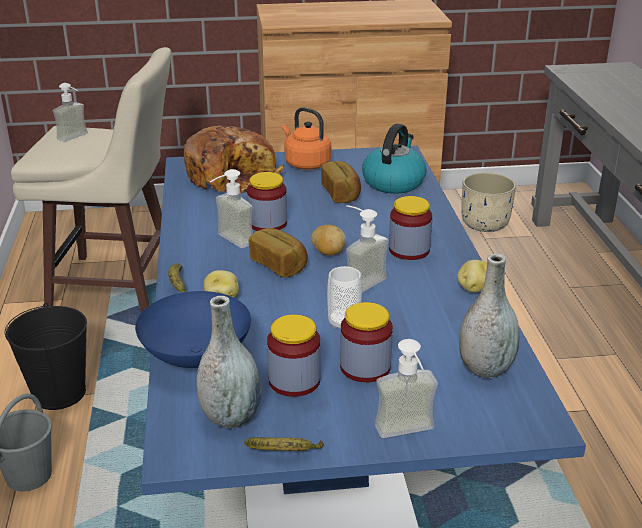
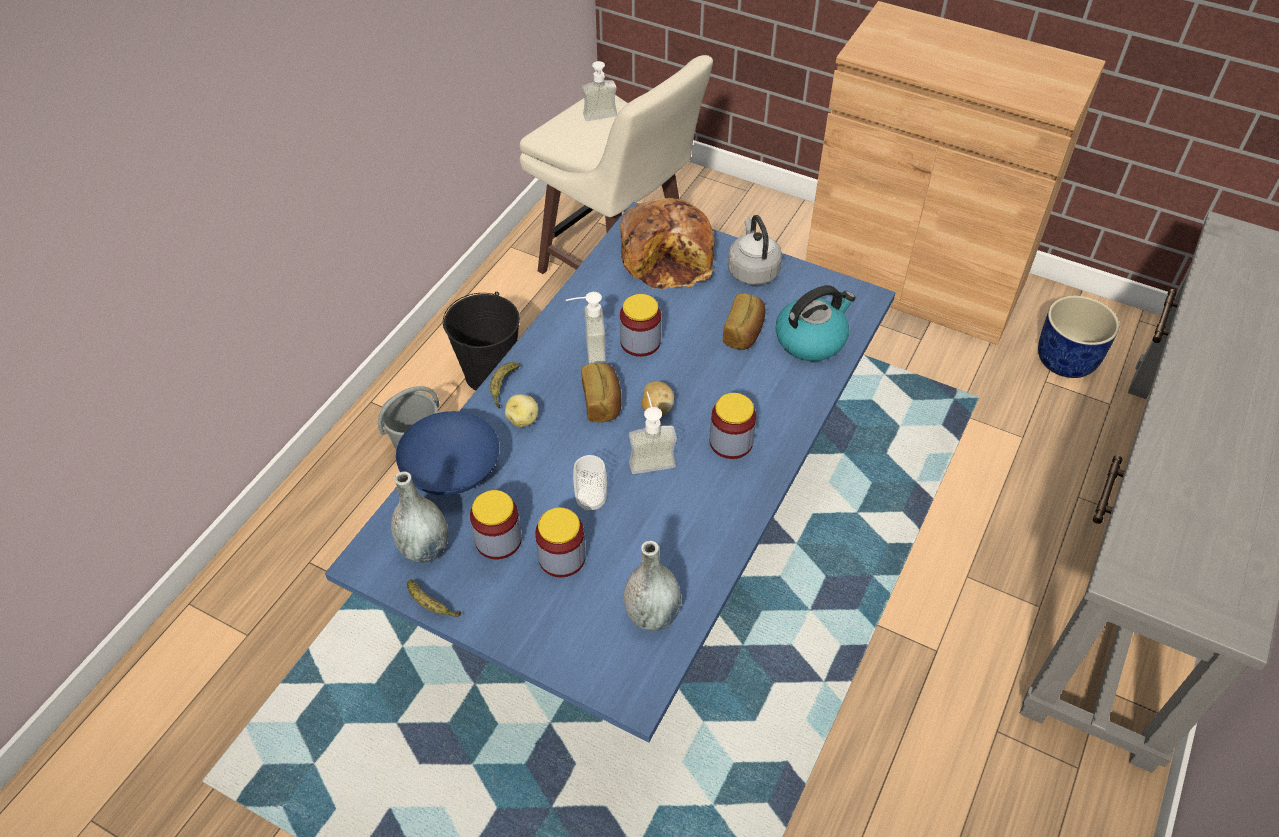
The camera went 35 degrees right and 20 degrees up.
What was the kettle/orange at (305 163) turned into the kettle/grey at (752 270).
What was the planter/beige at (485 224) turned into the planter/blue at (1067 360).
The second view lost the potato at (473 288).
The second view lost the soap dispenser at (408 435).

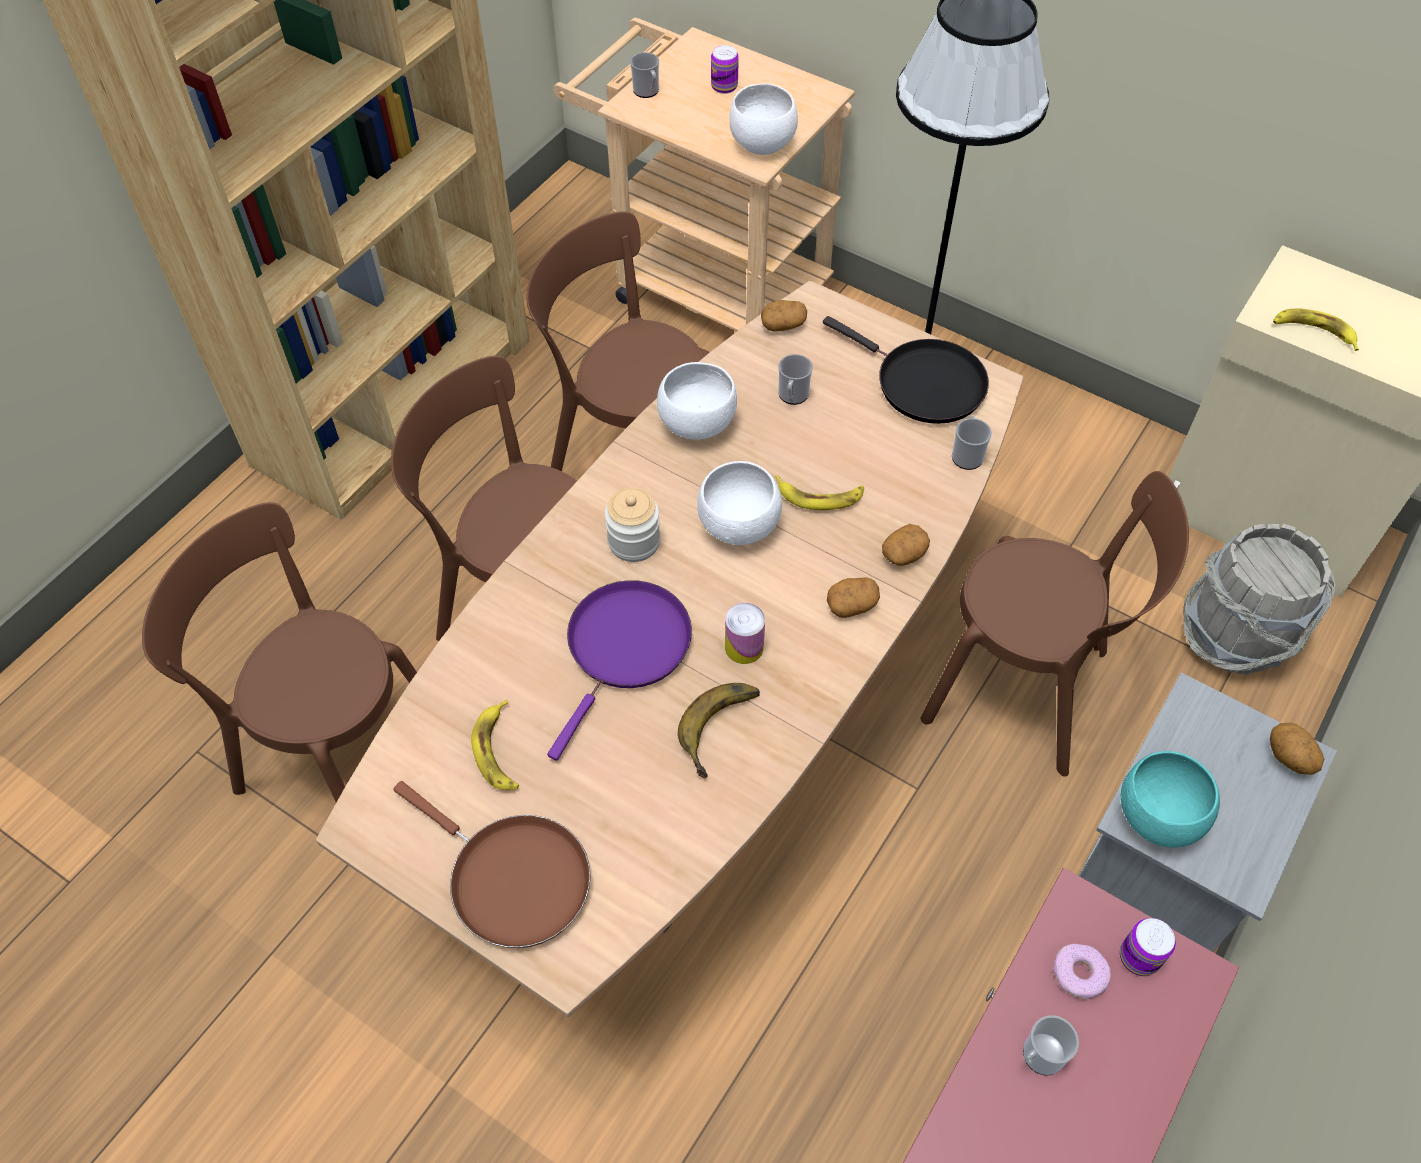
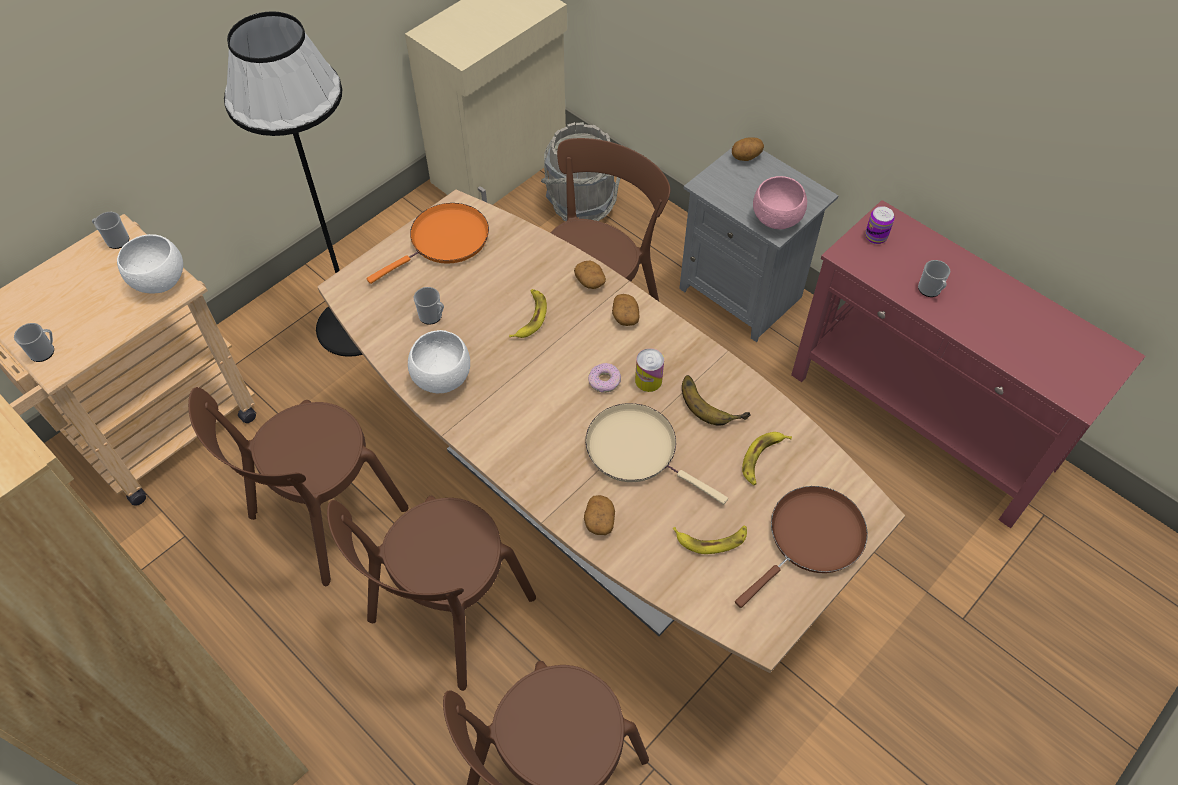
The camera went 80 degrees left and 0 degrees up.
The second view lost the can at (724 86).
The potato ended up elsewhere, having gone from (783 324) to (599 520).
The banana ended up elsewhere, having gone from (1313 332) to (763 459).
What was the frying pan/black at (923 383) turned into the frying pan/orange at (445 241).
The mug ended up elsewhere, having gone from (967 454) to (115 240).
The second view lost the bowl/white at (740 527).
The second view lost the jar at (634 541).
What was the frying pan/purple at (626 648) turned into the frying pan/beige at (637 450).
What was the bowl/turquoise at (1157 819) turned into the bowl/pink at (777 220).
The donut ended up elsewhere, having gone from (1079 974) to (604 381).

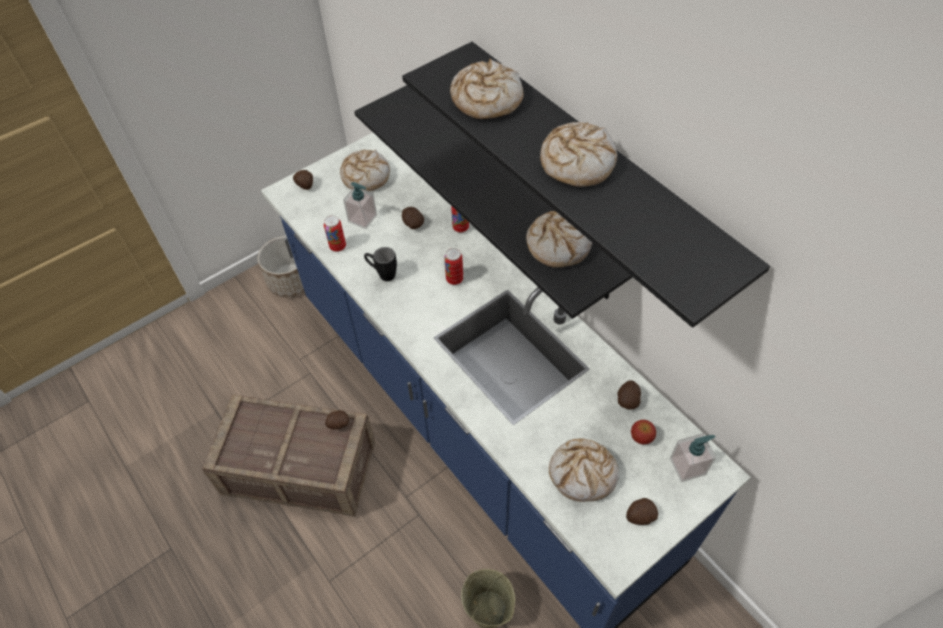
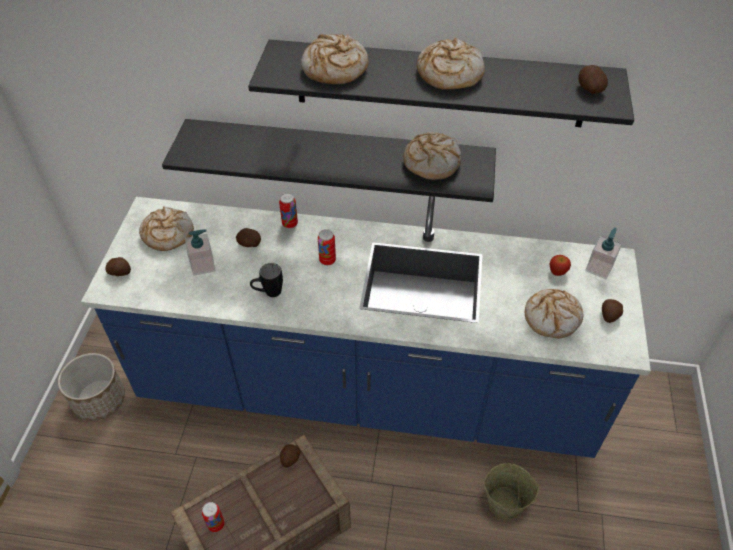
The camera went 45 degrees left and 5 degrees down.
The can ended up elsewhere, having gone from (338 246) to (216 524).
The potato ended up elsewhere, having gone from (627 399) to (589 89).

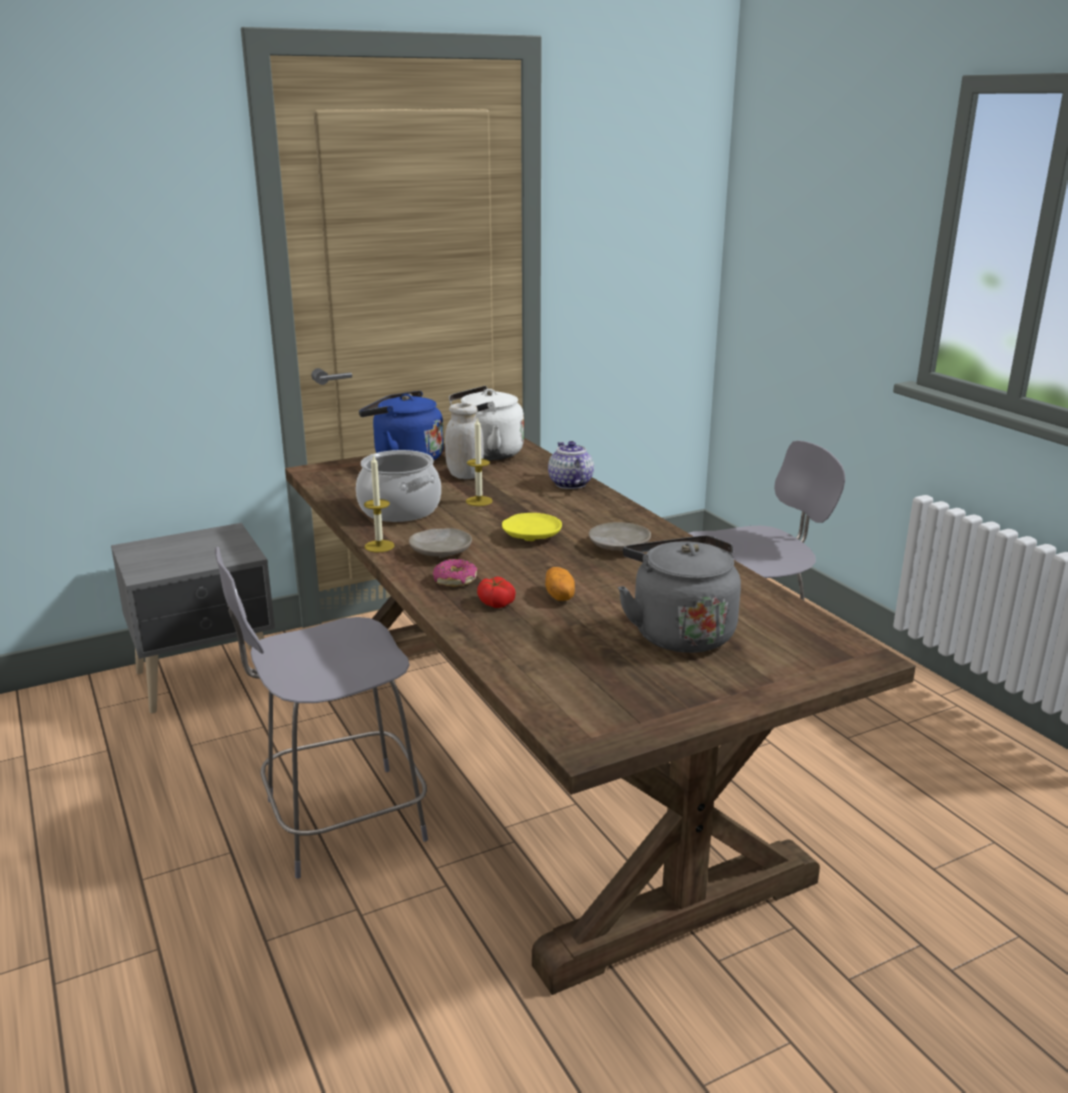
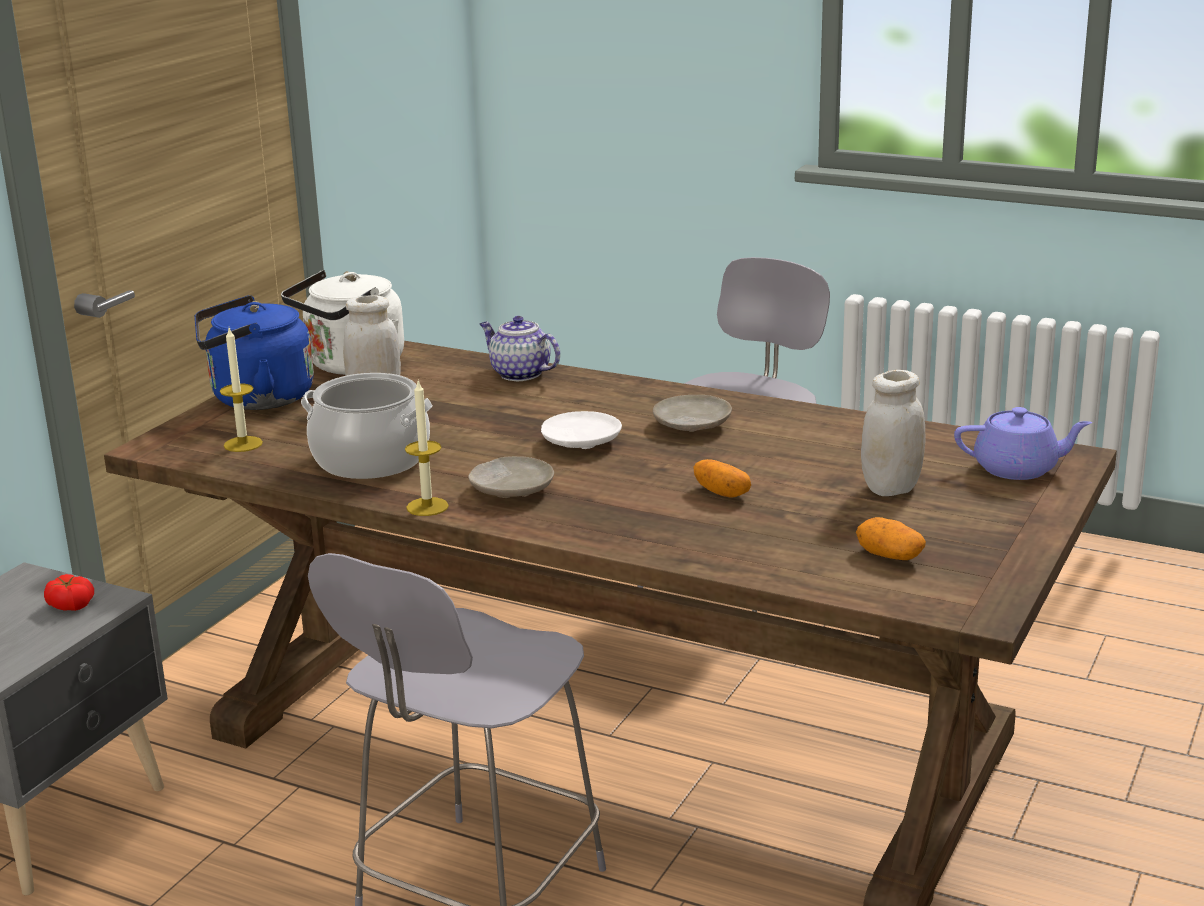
The camera went 35 degrees left and 0 degrees up.
The candle ended up elsewhere, having gone from (479 501) to (243 444).
What was the plate/yellow at (531 535) turned into the plate/white at (580 442).
Where the kettle/grey stood at (679 632), the jar/white came to stand at (891 488).
The second view lost the donut at (455 580).
The tomato ended up elsewhere, having gone from (495 602) to (70 605).
The second view gained the teapot/purple at (1018 469).
The second view gained the potato at (889 556).

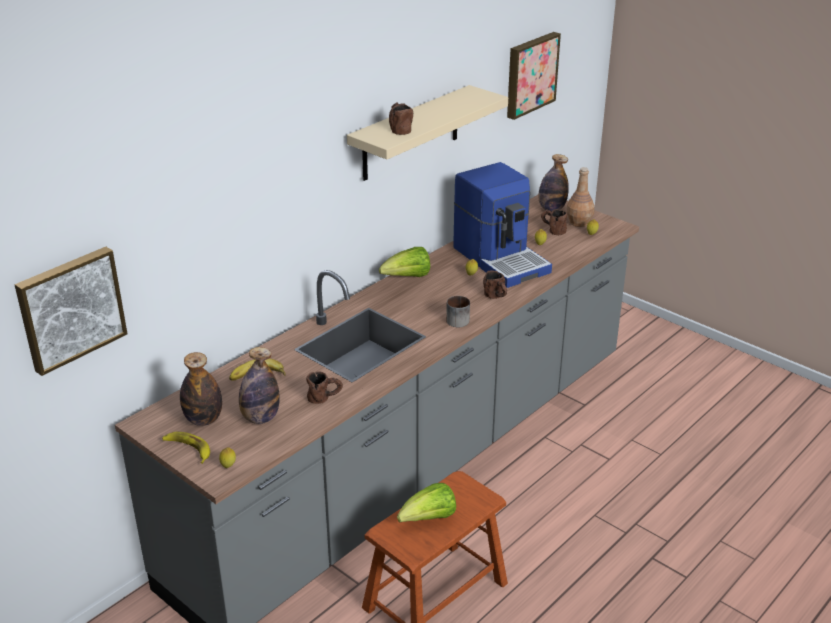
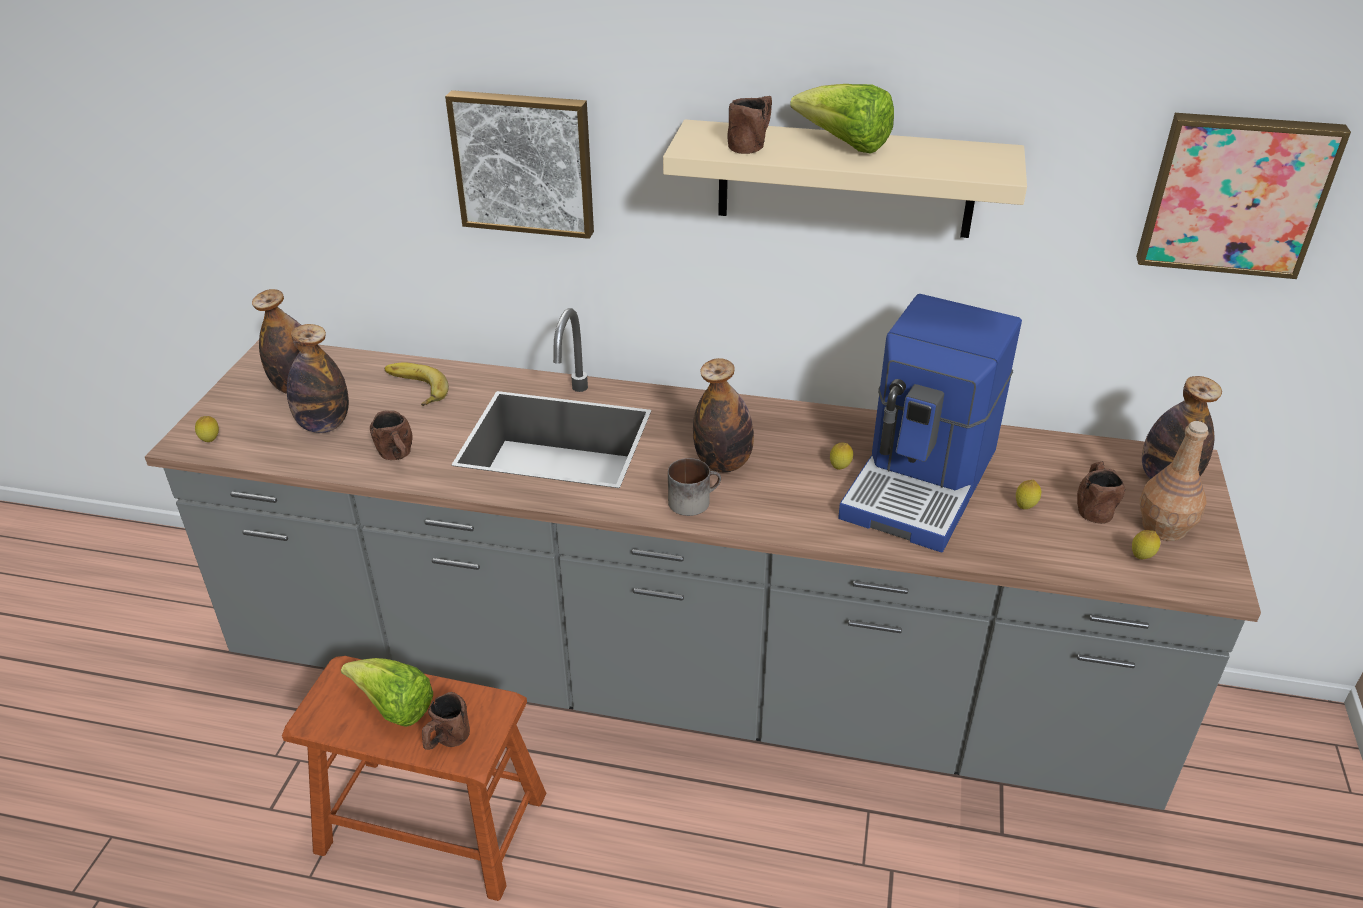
The camera went 60 degrees right and 5 degrees up.
The picture ended up elsewhere, having gone from (70 308) to (524 162).
The lettuce ended up elsewhere, having gone from (407 277) to (844 145).
The mug/brown ended up elsewhere, having gone from (496 297) to (446 742).
The second view lost the banana at (188 449).
The second view gained the bottle at (723 463).

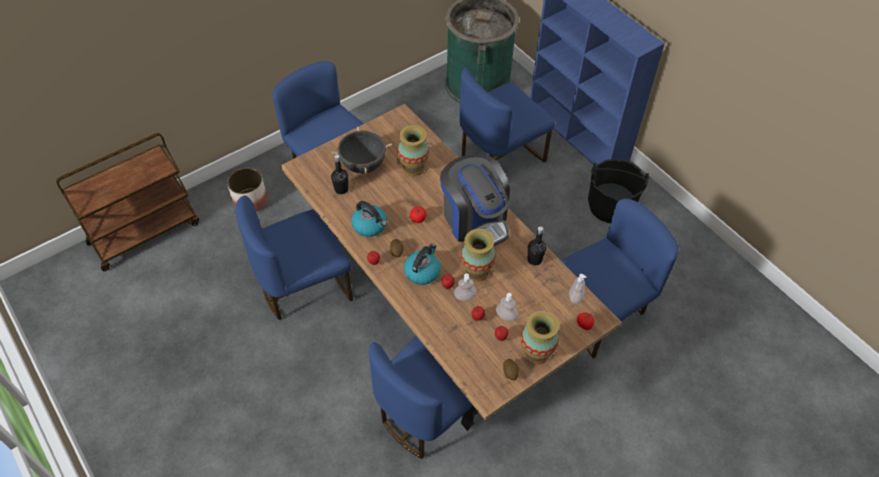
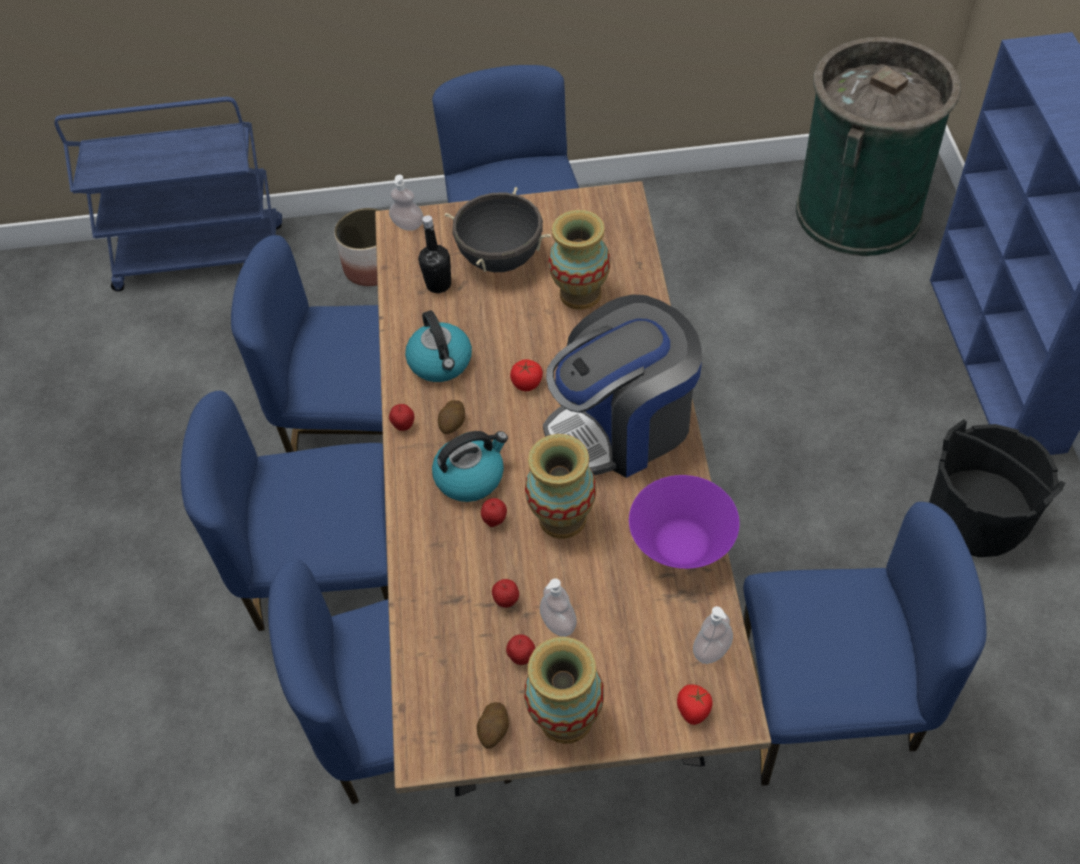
The camera went 35 degrees right and 0 degrees up.
The chair/blue ended up elsewhere, having gone from (500 156) to (329 579).
What was the cart/brown at (145 232) turned into the cart/blue at (202 257).
The coffee machine at (475 220) ended up facing another way, 60 degrees clockwise from before.
Where the bottle/black stood at (534 259), the bowl/purple came to stand at (682 544).
The soap dispenser ended up elsewhere, having gone from (465 296) to (408 225).

